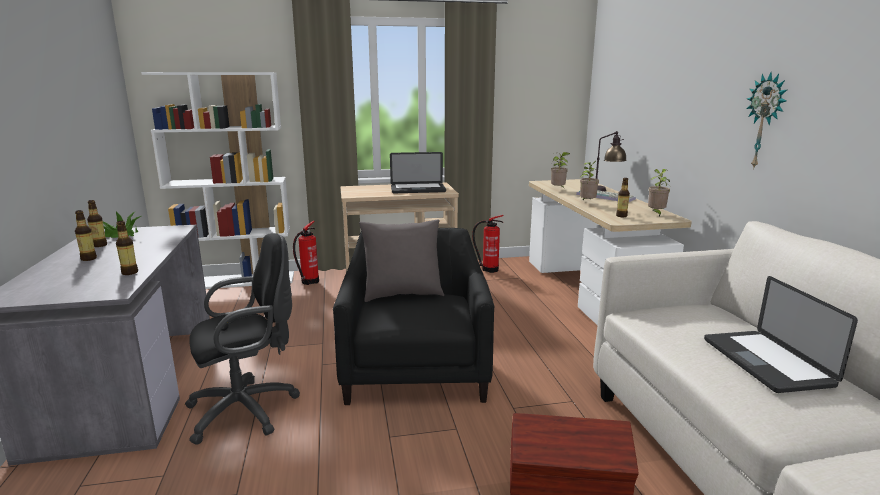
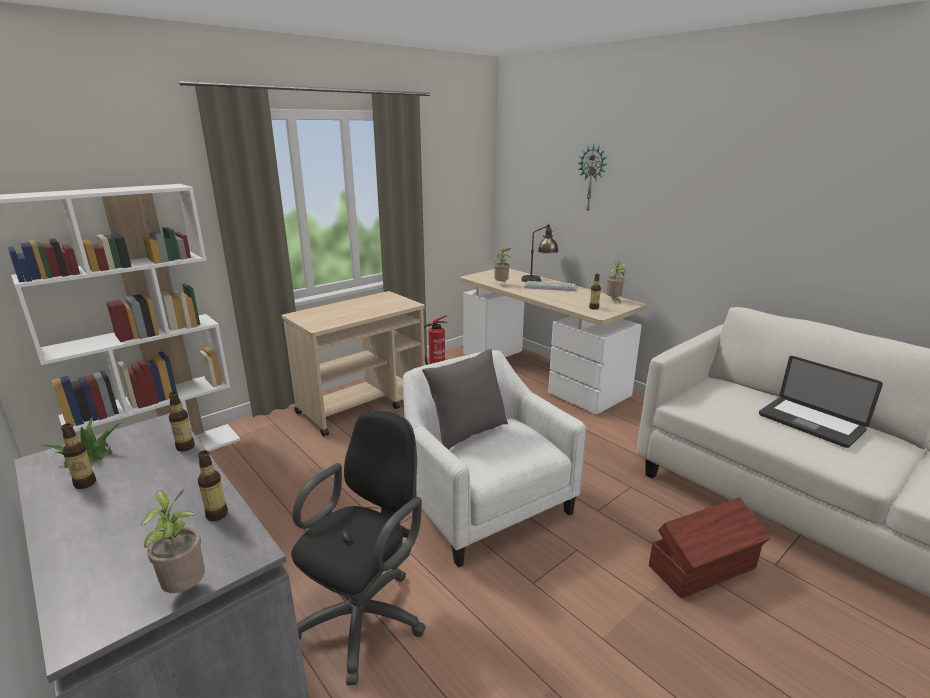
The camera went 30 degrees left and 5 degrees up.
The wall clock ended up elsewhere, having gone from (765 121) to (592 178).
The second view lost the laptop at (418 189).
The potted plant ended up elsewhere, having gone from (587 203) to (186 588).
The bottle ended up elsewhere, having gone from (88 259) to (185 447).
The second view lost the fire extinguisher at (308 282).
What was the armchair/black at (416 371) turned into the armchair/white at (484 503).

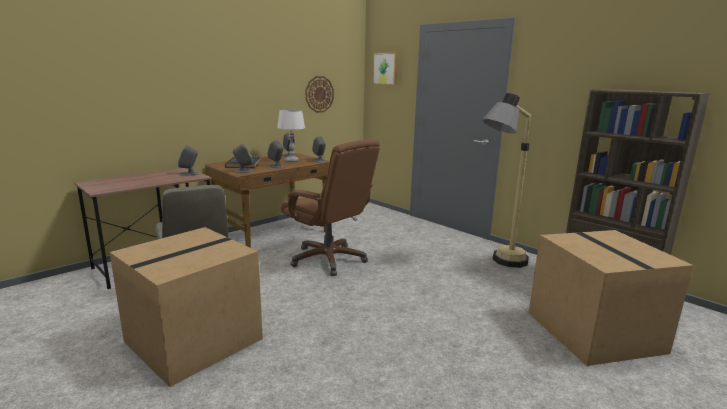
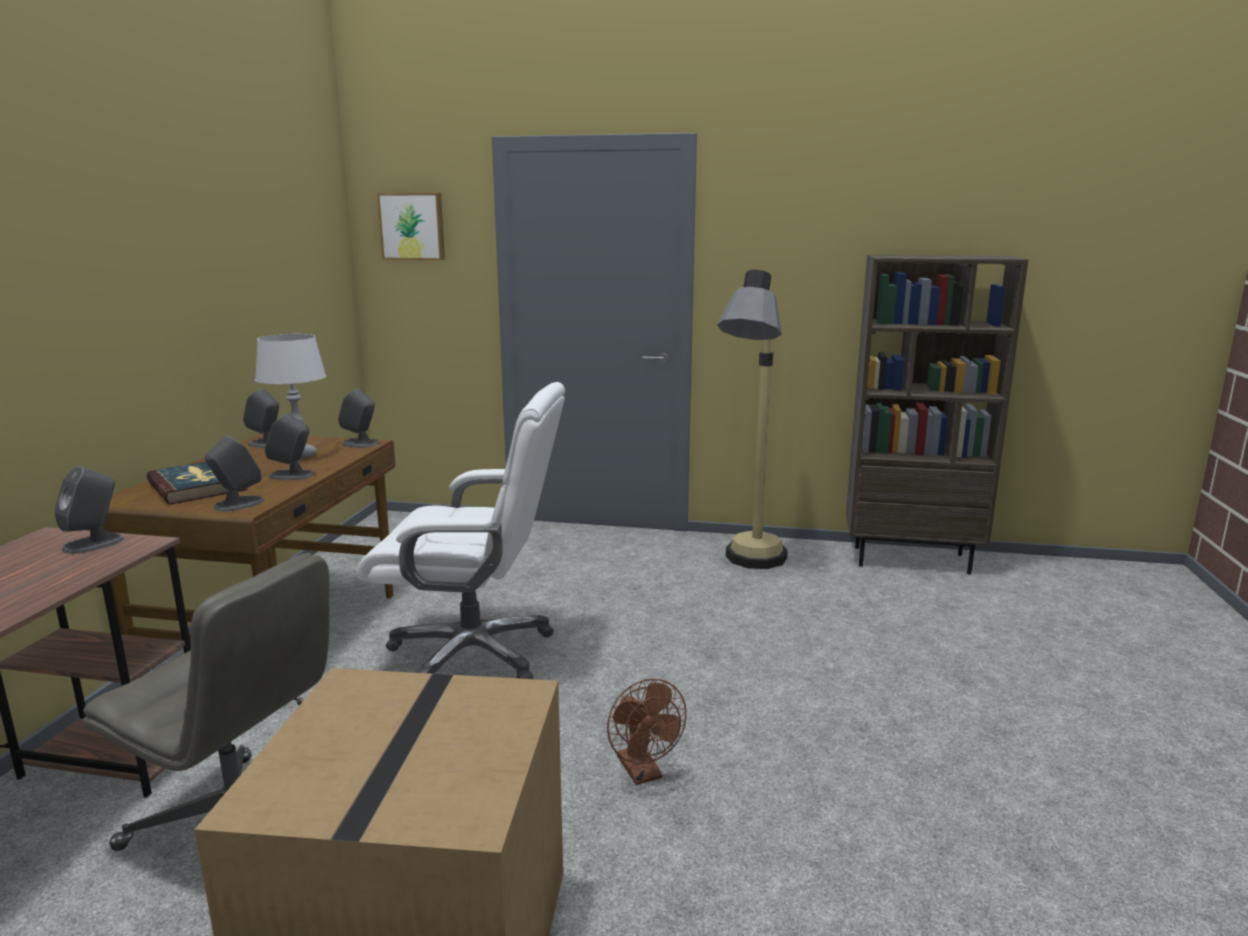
The camera went 35 degrees left and 0 degrees up.
The second view lost the wall clock at (319 94).
What was the office chair/brown at (329 259) turned into the office chair/white at (474 653).
The second view lost the cardboard box at (596 332).
The second view gained the fan/brown at (643 773).

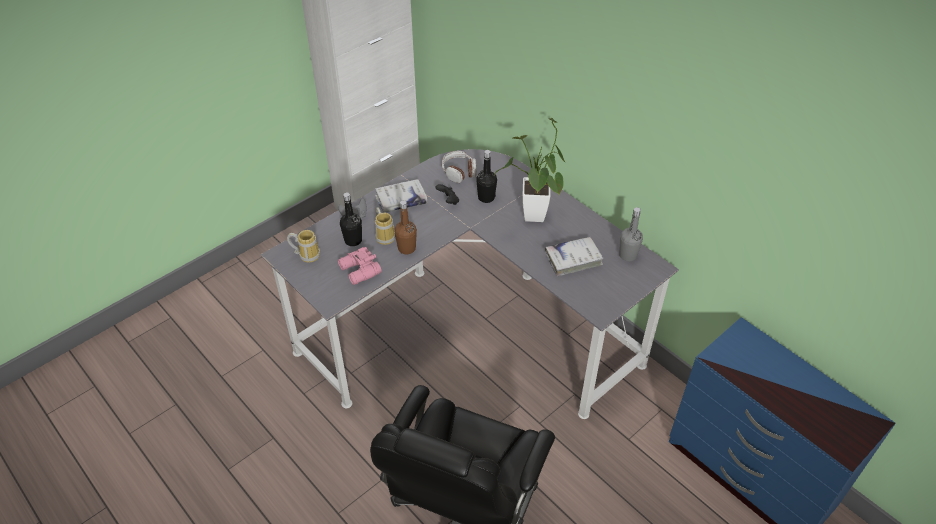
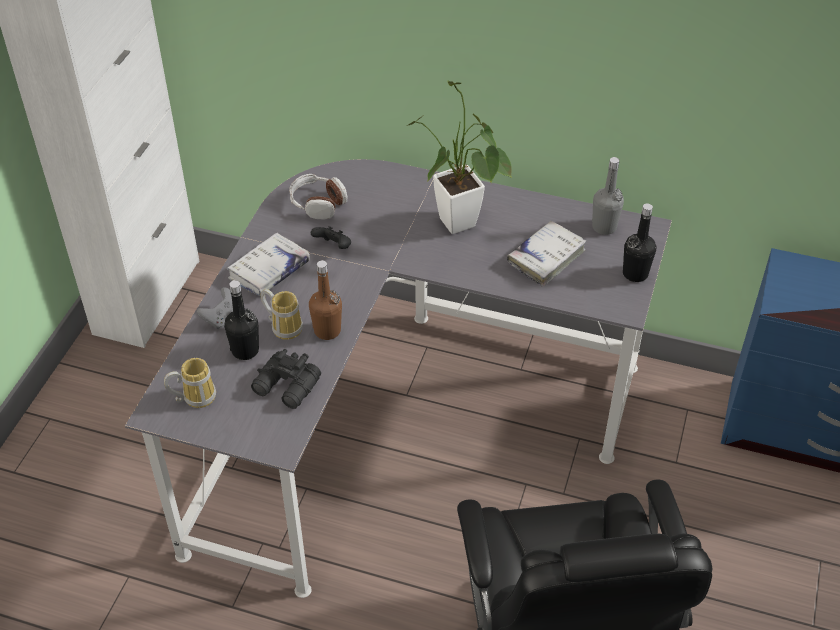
The camera went 30 degrees left and 0 degrees up.
The bottle/black ended up elsewhere, having gone from (486 197) to (635 274).
What was the binoculars/pink at (359 271) turned into the binoculars/black at (287 387).

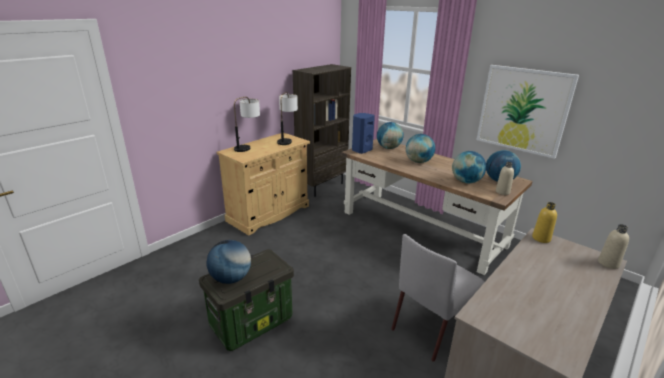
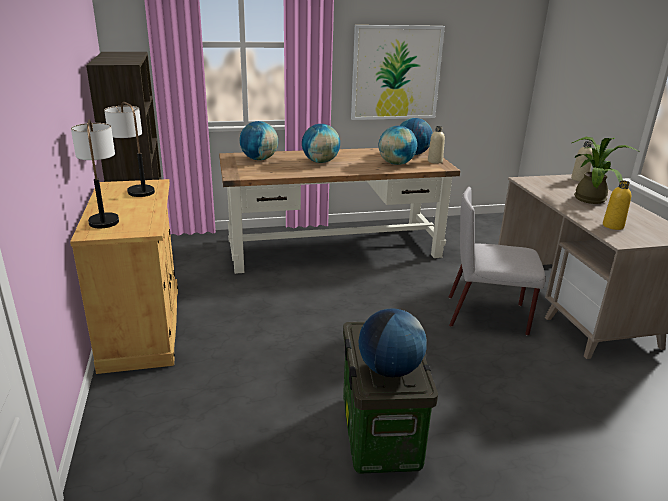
The camera went 55 degrees left and 0 degrees up.
The second view lost the speaker/blue at (361 150).
The bottle/yellow ended up elsewhere, having gone from (541 238) to (613 226).
The chair/grey at (433 327) ended up facing another way, 105 degrees clockwise from before.
The second view gained the potted plant at (590 198).

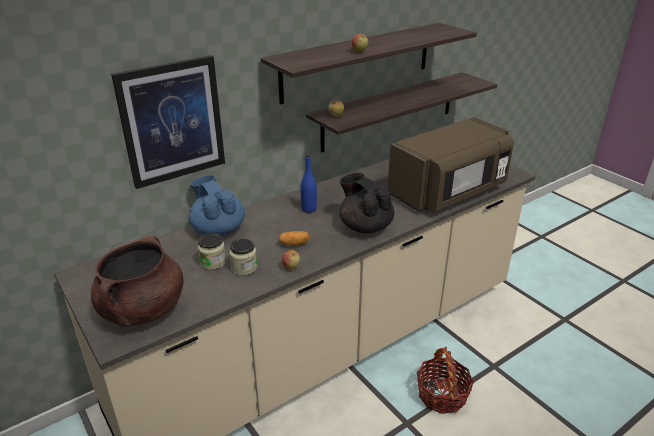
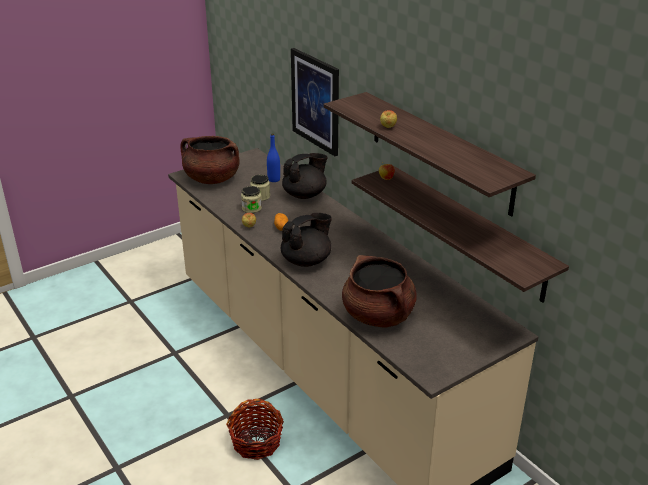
The camera went 90 degrees right and 0 degrees up.
Where the microwave/brown stood at (448 191), the cooking pot/brown came to stand at (378 316).
The bottle/blue ended up elsewhere, having gone from (309 209) to (274 179).
What was the teapot/blue at (218 229) turned into the teapot/black at (305 195).

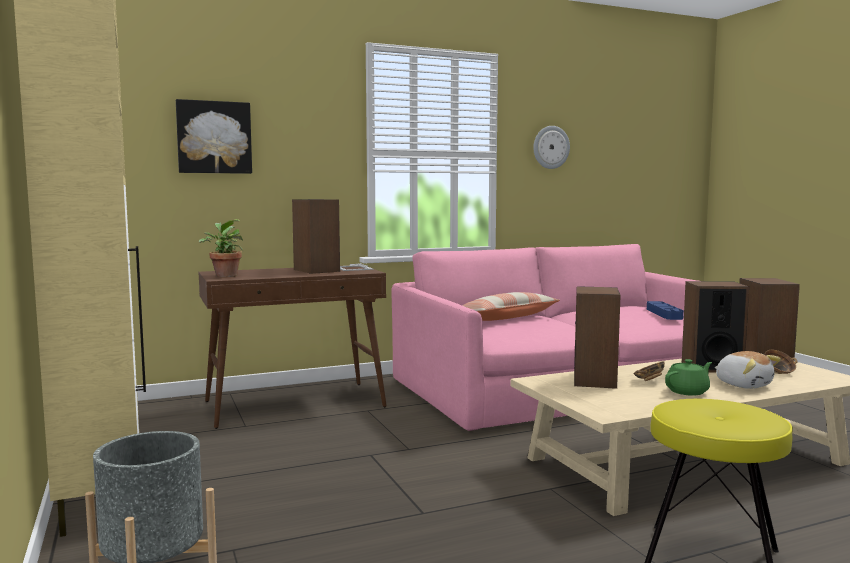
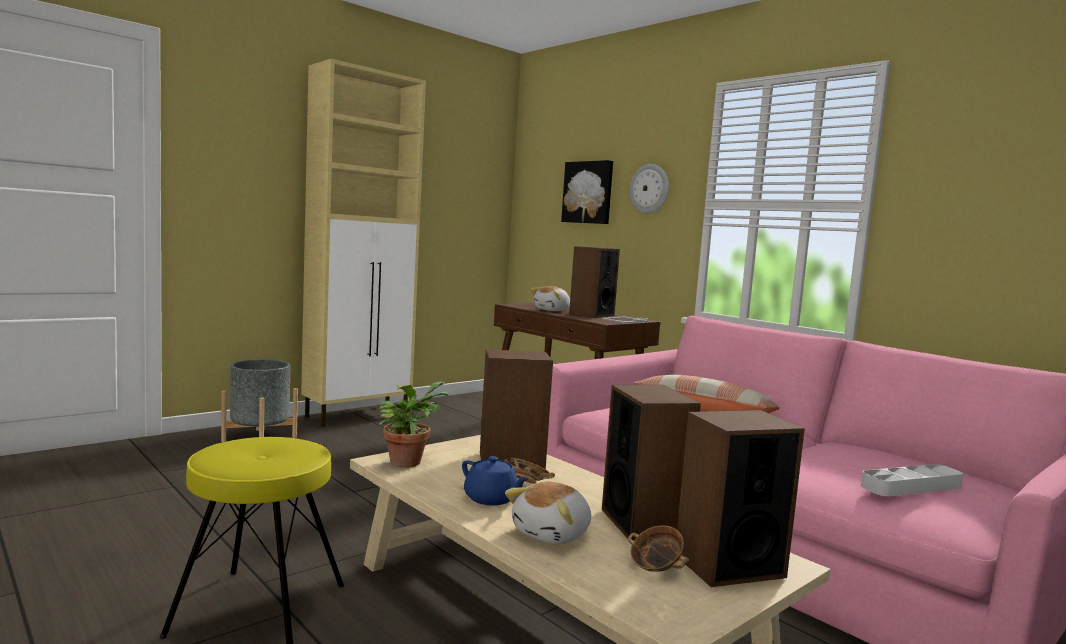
The camera went 70 degrees right and 0 degrees up.
The wall clock ended up elsewhere, having gone from (550 147) to (650 188).
The potted plant ended up elsewhere, having gone from (224 275) to (407 461).
What was the tray/blue at (664 314) turned into the tray/grey at (911 486).
What was the teapot/green at (688 391) turned into the teapot/blue at (491 499).
The second view gained the plush toy at (552 310).

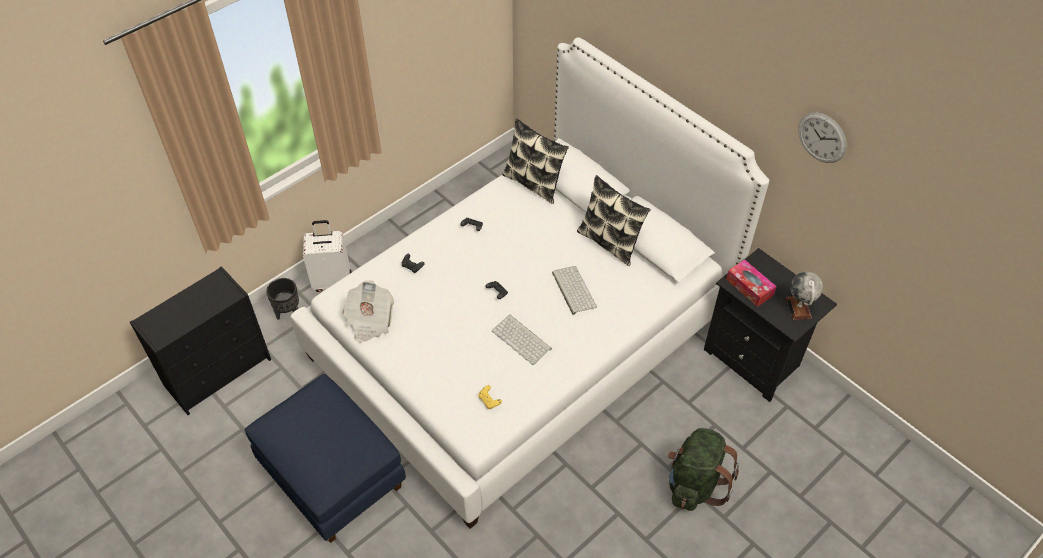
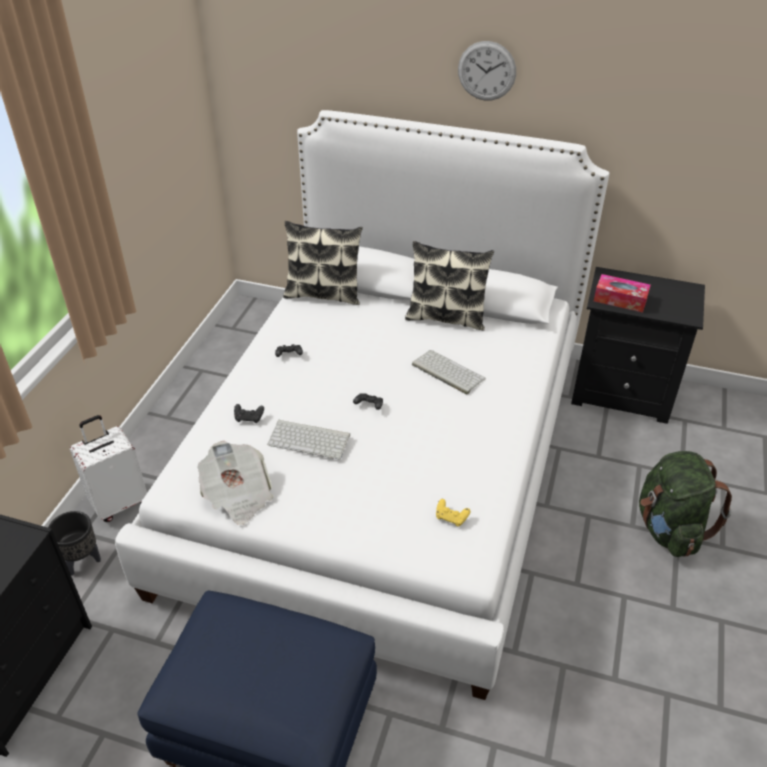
The camera went 30 degrees left and 10 degrees down.
The wall clock ended up elsewhere, having gone from (822 137) to (486 71).
The second view lost the globe at (798 308).
The keyboard ended up elsewhere, having gone from (522 339) to (310 439).

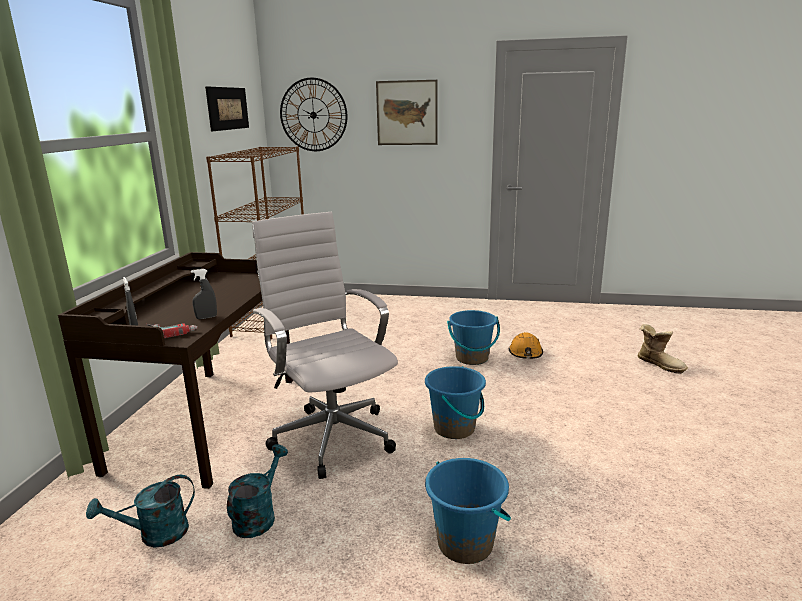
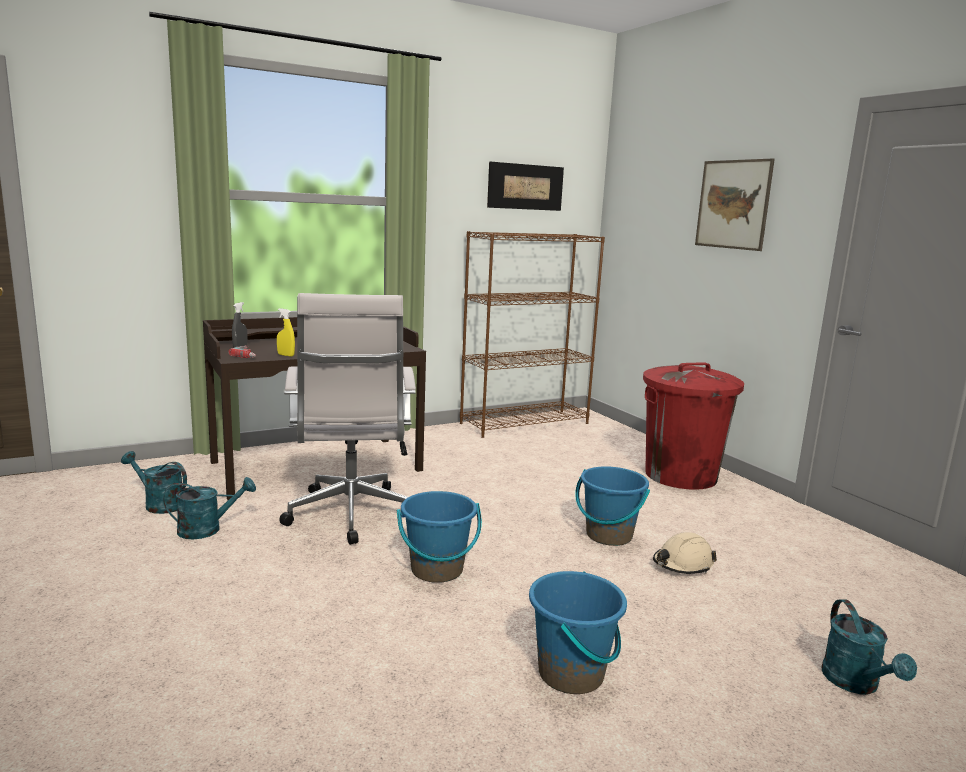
The camera went 50 degrees right and 5 degrees down.
The second view lost the wall clock at (313 115).
The office chair/white at (331 435) ended up facing another way, 150 degrees clockwise from before.
What was the spray bottle/grey at (206 317) turned into the spray bottle/yellow at (286 355).
Where the boot stood at (660 364), the watering can/turquoise came to stand at (856 684).
What was the hard hat/orange at (525 353) turned into the hard hat/beige at (682 564).
The bucket/blue ended up elsewhere, having gone from (465 543) to (571 674).
The second view gained the trash can/red at (681 475).

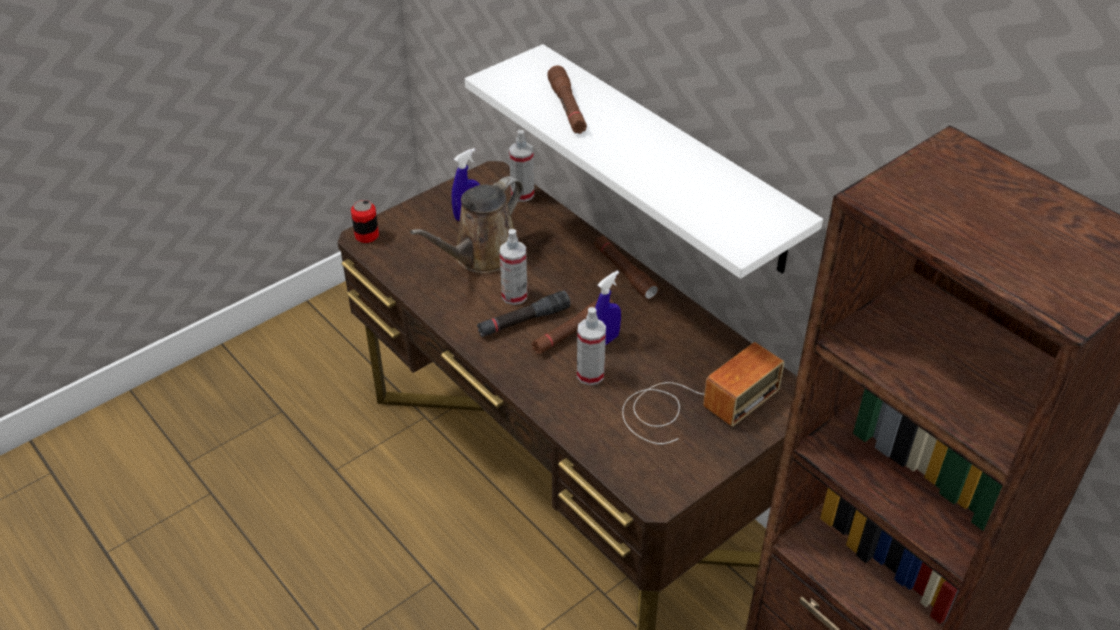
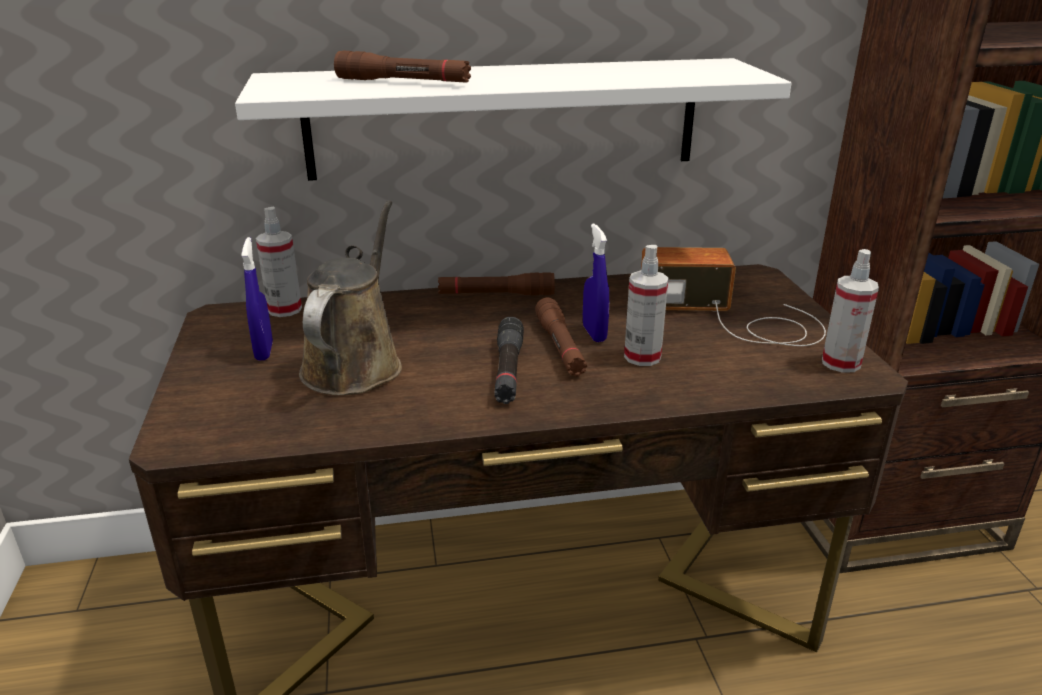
The camera went 60 degrees left and 15 degrees down.
The watering can/brown at (482 256) ended up facing another way, 150 degrees counterclockwise from before.
The second view lost the can at (367 235).
The spray bottle ended up elsewhere, having gone from (514 296) to (841 363).
The radio at (694 405) ended up facing another way, 75 degrees counterclockwise from before.

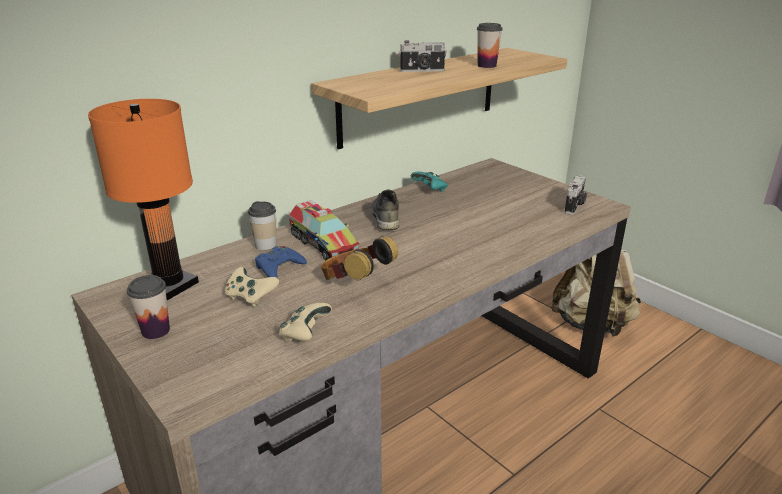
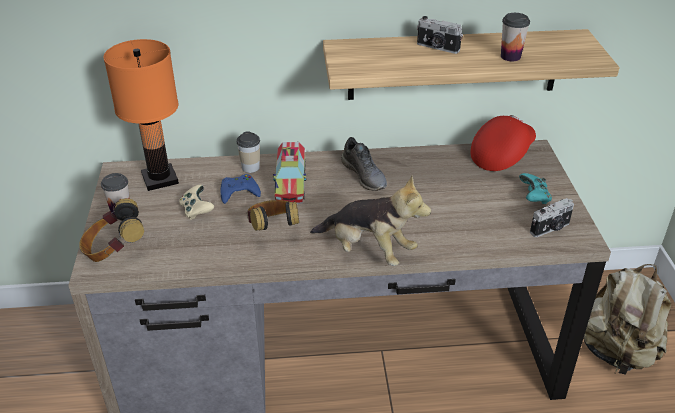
The camera went 35 degrees right and 10 degrees up.
The game controller/turquoise ended up elsewhere, having gone from (430 190) to (534 197).
The shoe/grey at (385 218) ended up facing another way, 120 degrees clockwise from before.
The second view lost the game controller/beige at (305 334).
The second view gained the cap/red at (501 154).
The second view gained the plush toy at (368 250).
The second view gained the headphones at (114 250).

